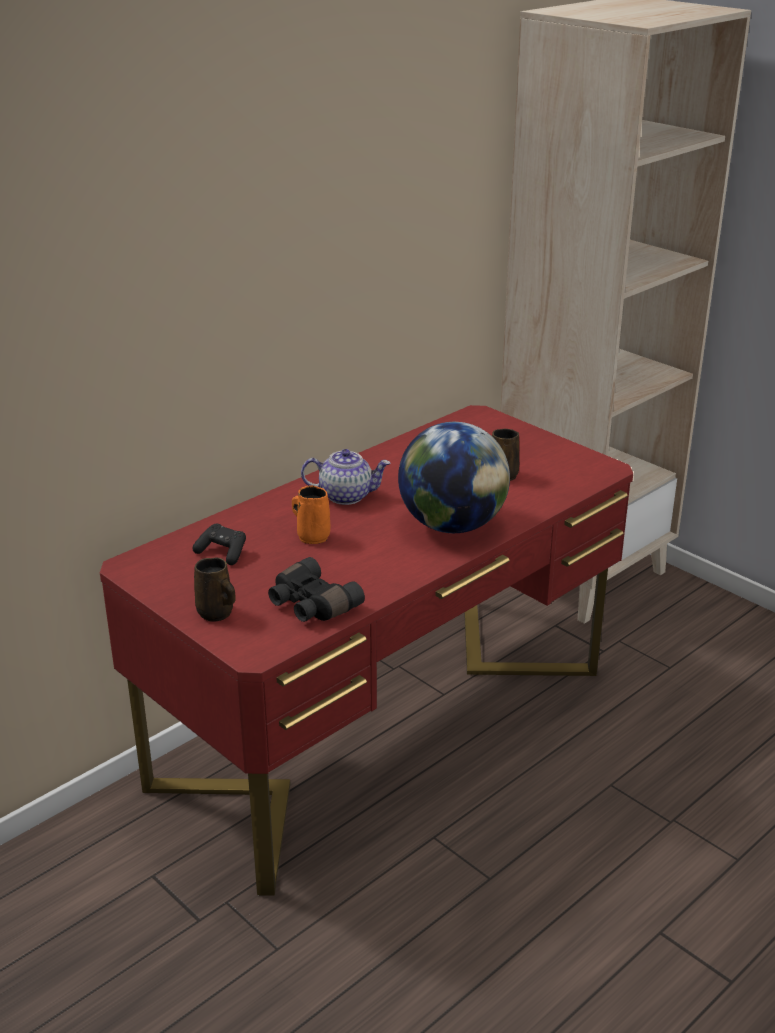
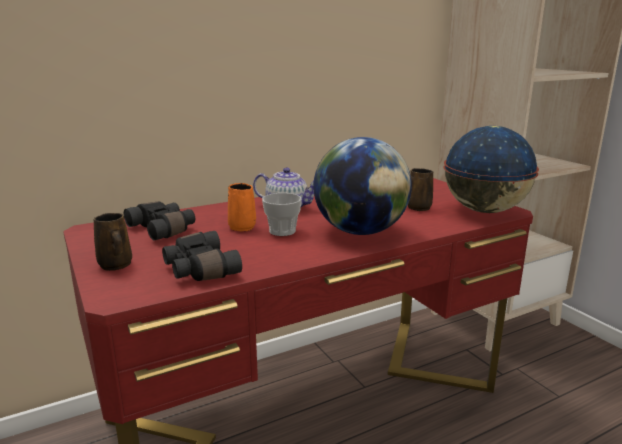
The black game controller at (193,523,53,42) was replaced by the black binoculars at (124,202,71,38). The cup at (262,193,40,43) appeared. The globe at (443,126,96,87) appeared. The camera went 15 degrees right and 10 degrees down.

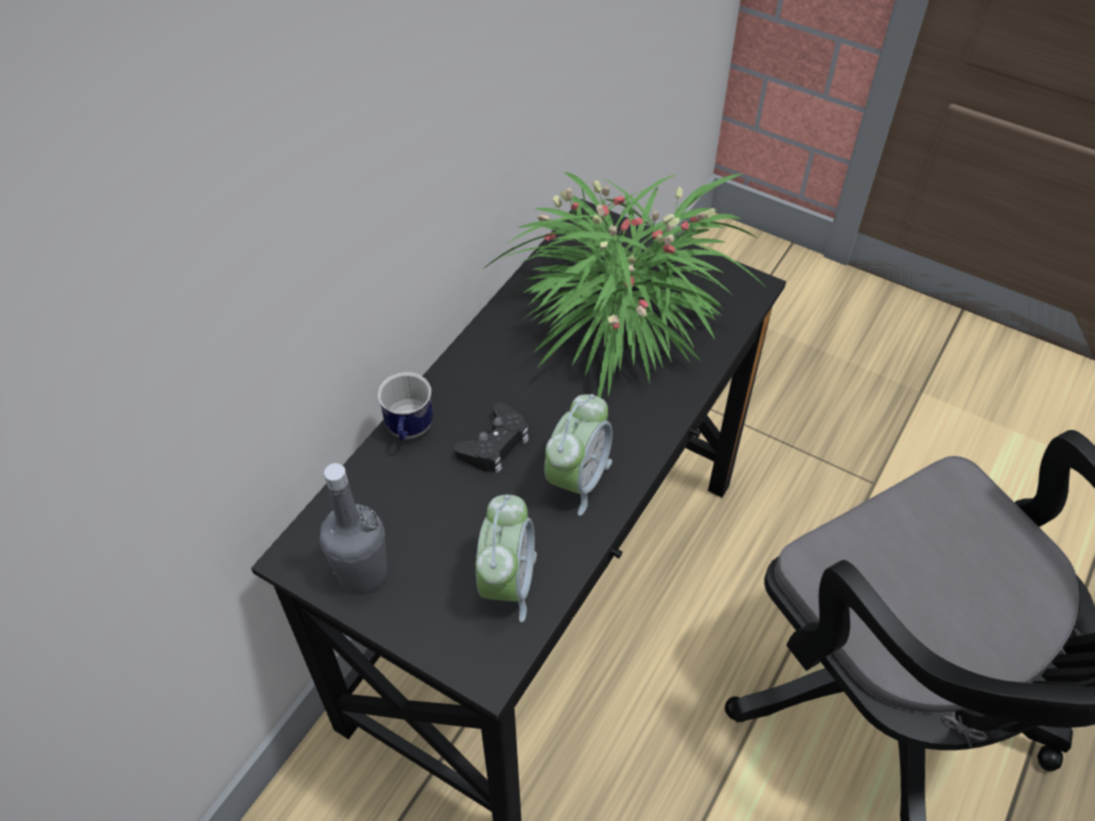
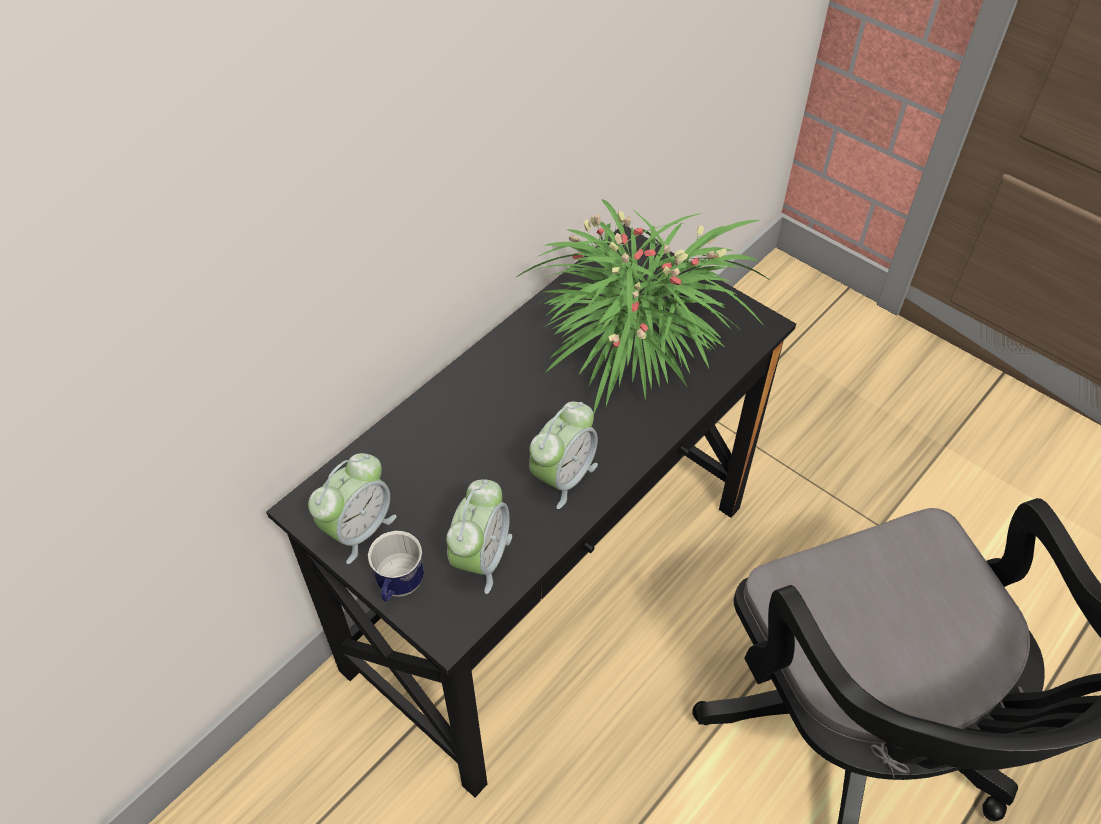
The grey bottle at (320,463,67,130) was replaced by the alarm clock at (308,453,89,111). The mug moved from (378,372,55,69) to (368,531,56,71). The black game controller at (454,402,75,71) disappeared. The camera went 10 degrees right and 0 degrees up.

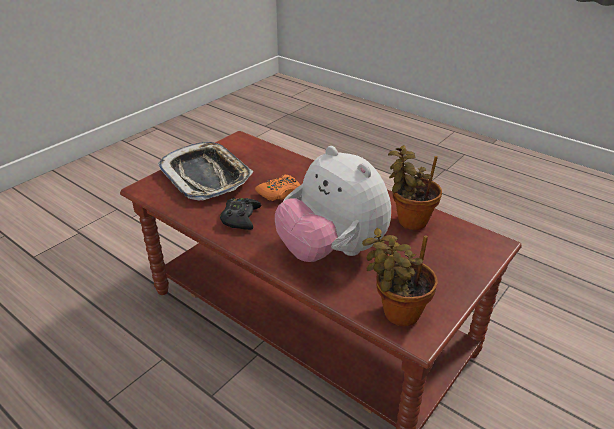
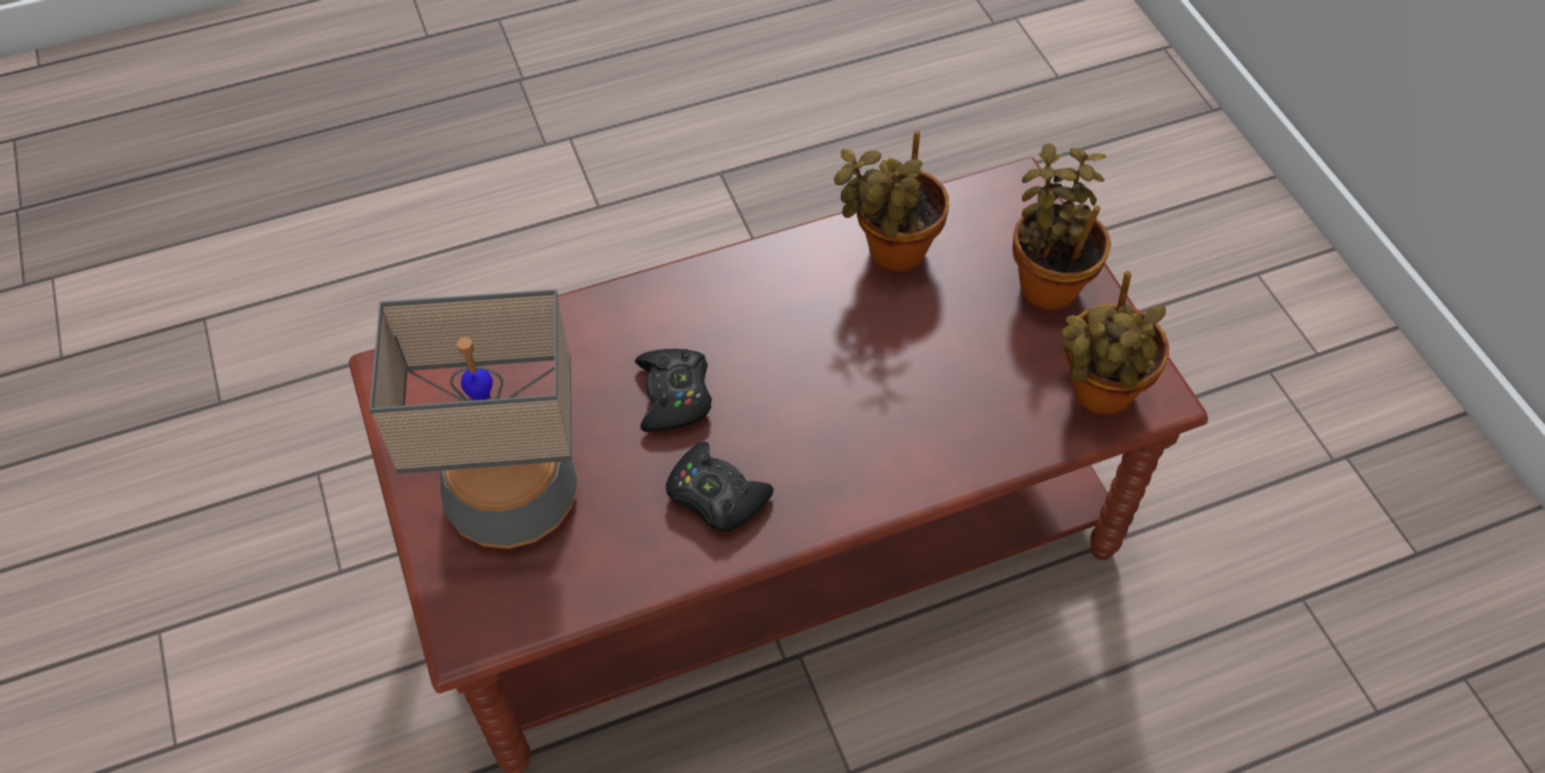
The tray at (158,142,96,59) was replaced by the table lamp at (370,289,207,260). The orange game controller at (255,175,45,26) became the black game controller at (635,349,77,83). The potted plant at (1012,143,99,167) appeared. The plush toy at (275,146,116,116) disappeared. The camera went 60 degrees left and 20 degrees up.

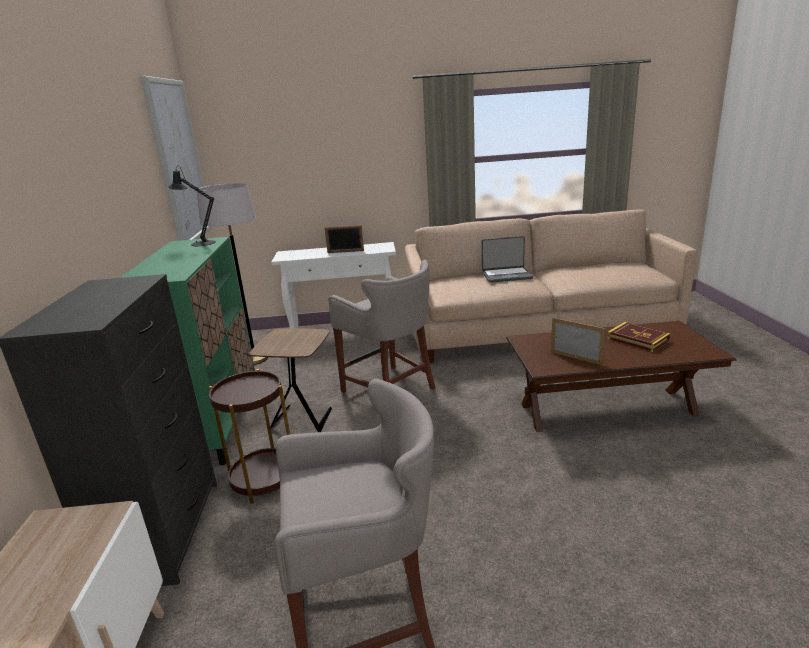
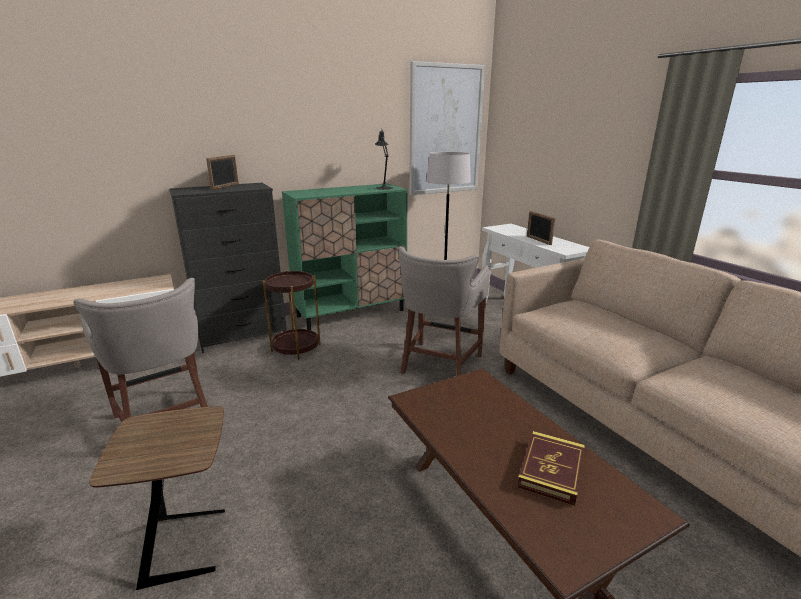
The brown side table moved from (249,328,83,104) to (89,406,136,184). The picture frame moved from (551,317,55,48) to (206,155,33,35). The laptop at (482,236,51,47) disappeared. The camera went 65 degrees right and 0 degrees up.

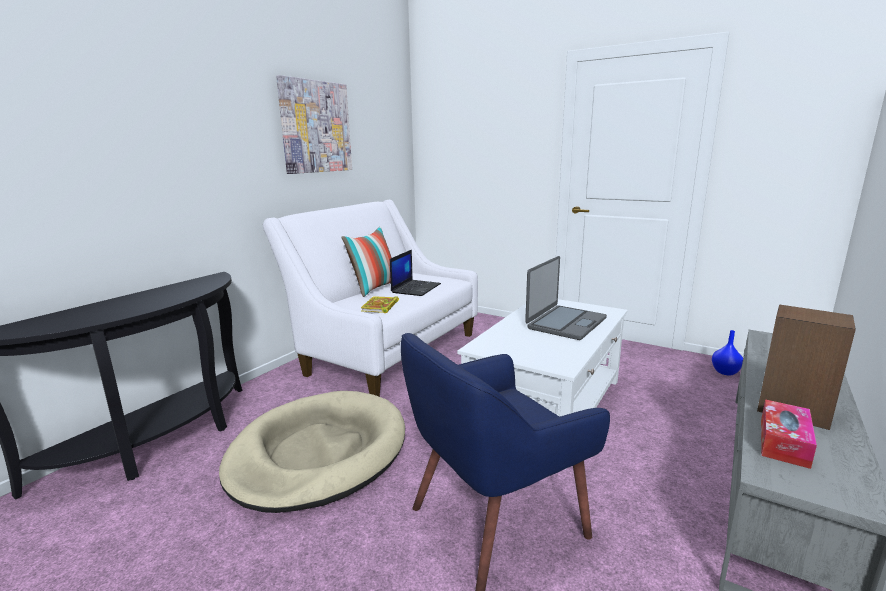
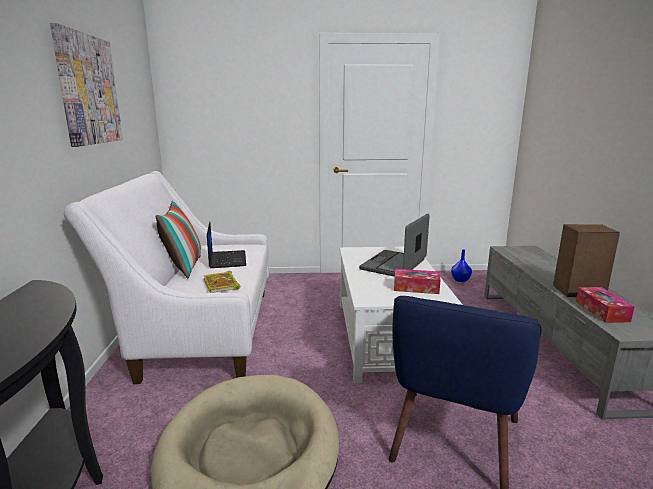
The laptop at (525,256,82,84) turned 150 degrees counterclockwise. The tissue box at (394,269,47,25) appeared. The camera went 35 degrees left and 0 degrees up.

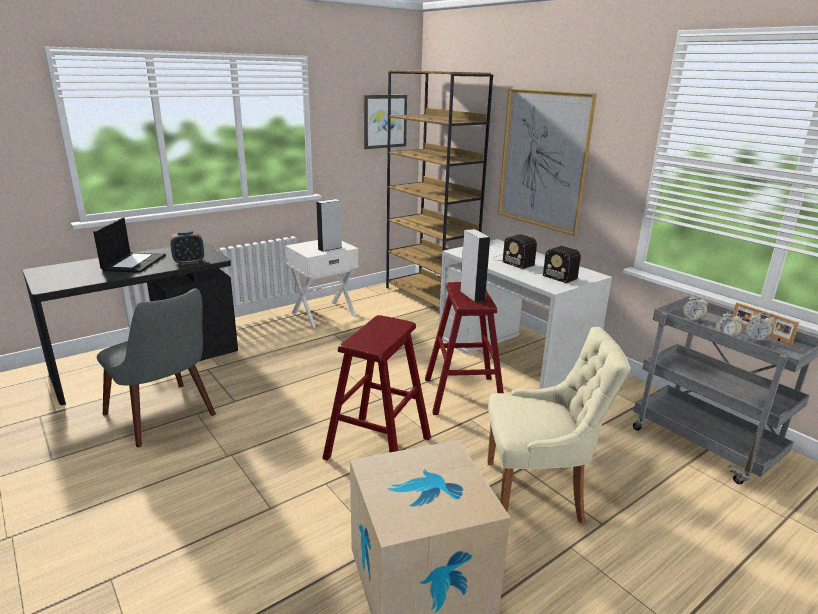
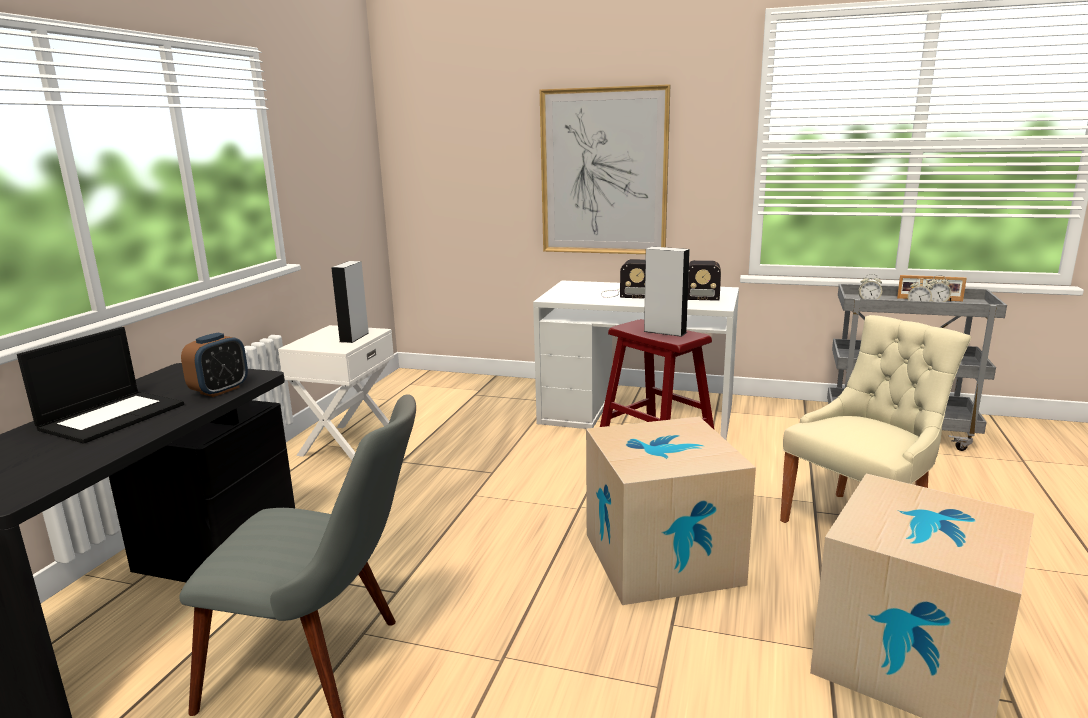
The laptop at (93,218,73,55) turned 60 degrees clockwise. The red stool at (322,315,109,146) was replaced by the cardboard box at (586,416,170,189). The picture at (364,95,43,54) disappeared. The brown bookcase at (386,70,107,241) disappeared. The camera went 35 degrees left and 5 degrees down.

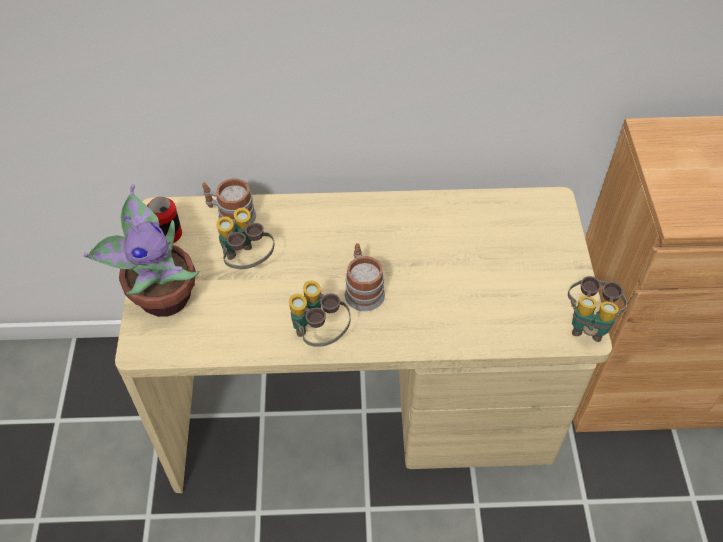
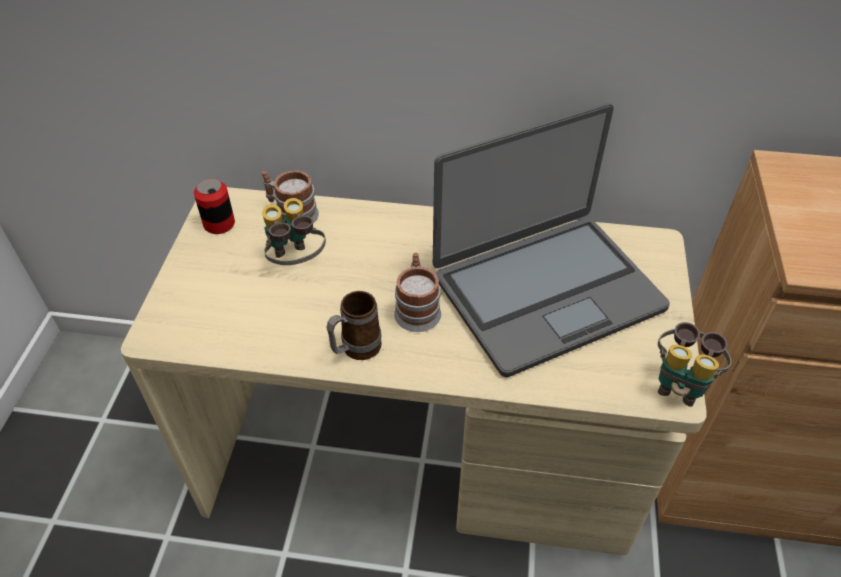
The binoculars at (289,280,62,67) was replaced by the mug at (326,291,55,69). The laptop at (433,103,237,274) appeared. The potted plant at (84,184,115,133) disappeared. The camera went 10 degrees right and 5 degrees down.

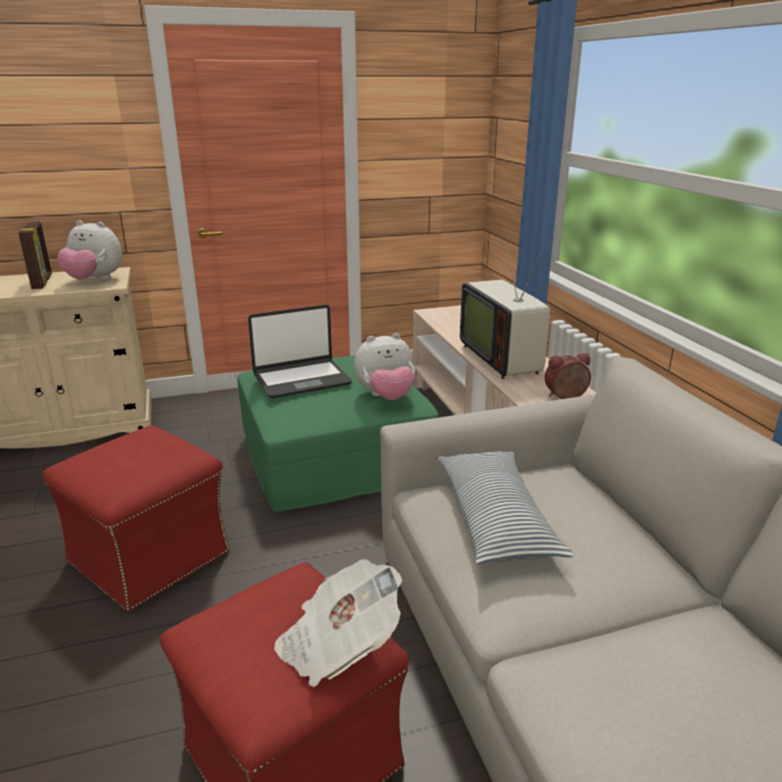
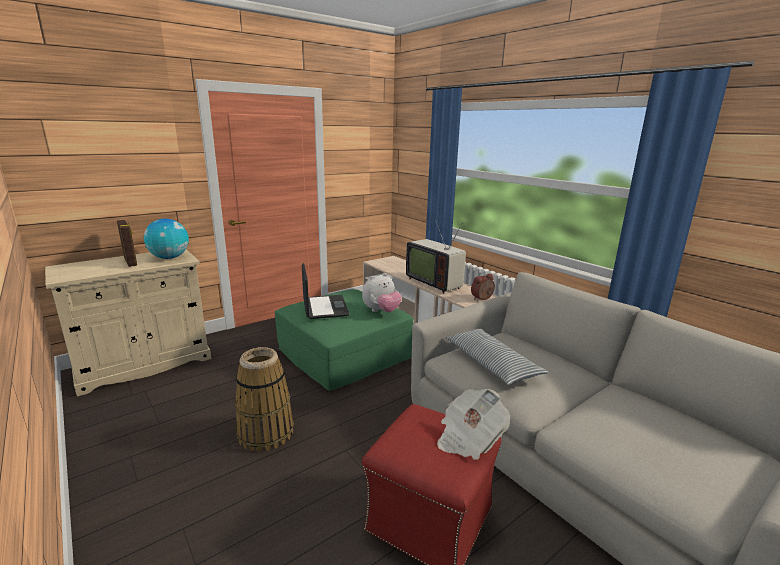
The plush toy at (57,220,65,60) was replaced by the globe at (144,219,45,40). The red ottoman at (42,426,188,186) was replaced by the basket at (235,347,59,105). The laptop at (248,305,104,93) turned 60 degrees counterclockwise. The camera went 20 degrees left and 5 degrees down.

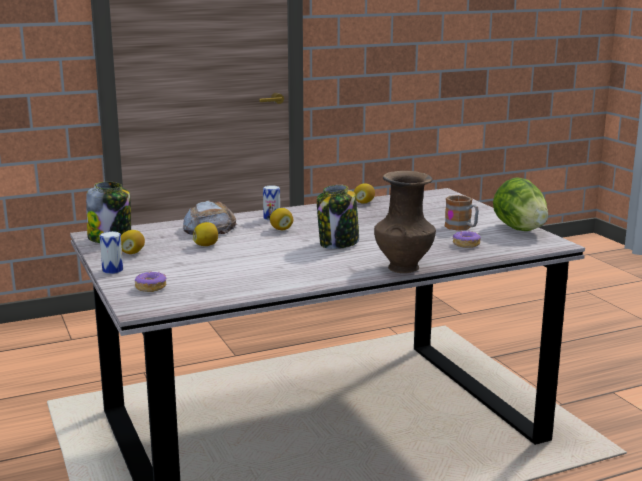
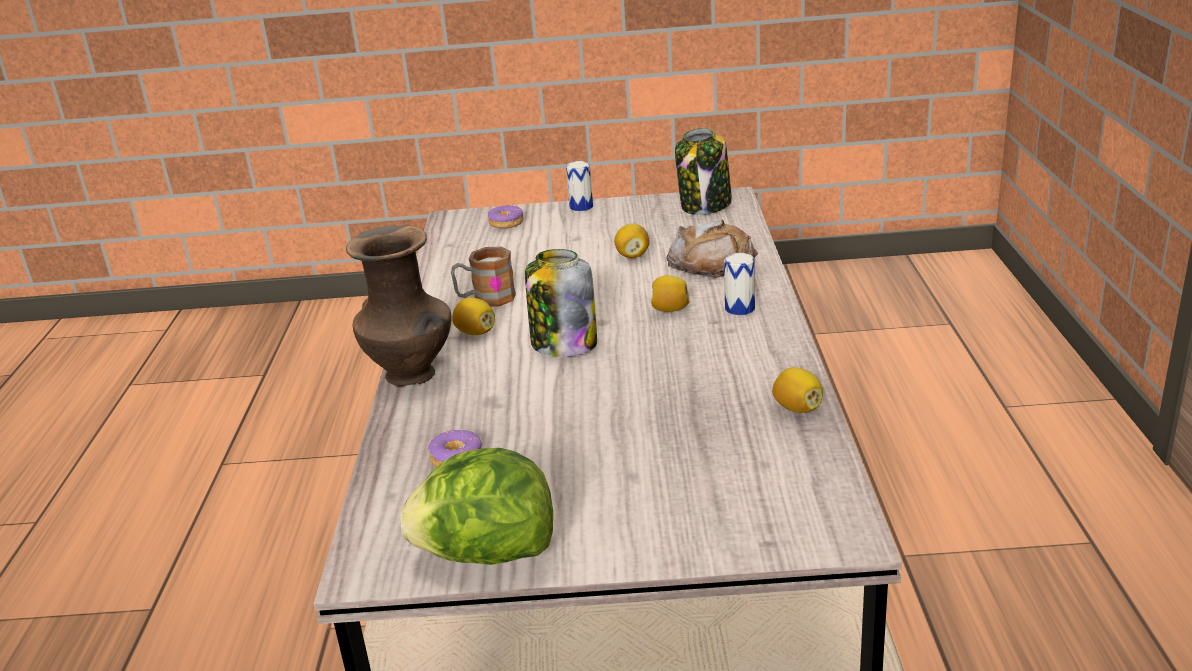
The mug moved from (445,195,34,36) to (451,247,65,60). The lemon moved from (121,230,24,24) to (452,298,43,37). The camera went 115 degrees right and 10 degrees up.

